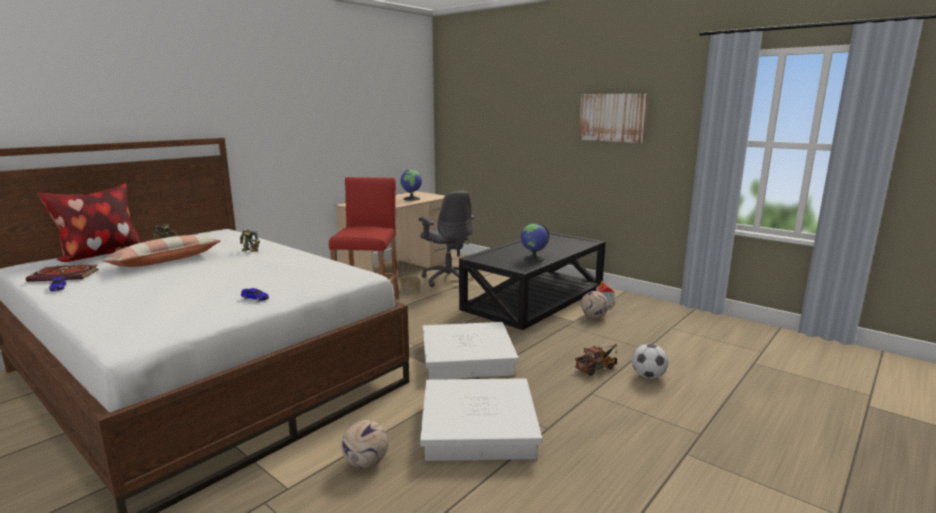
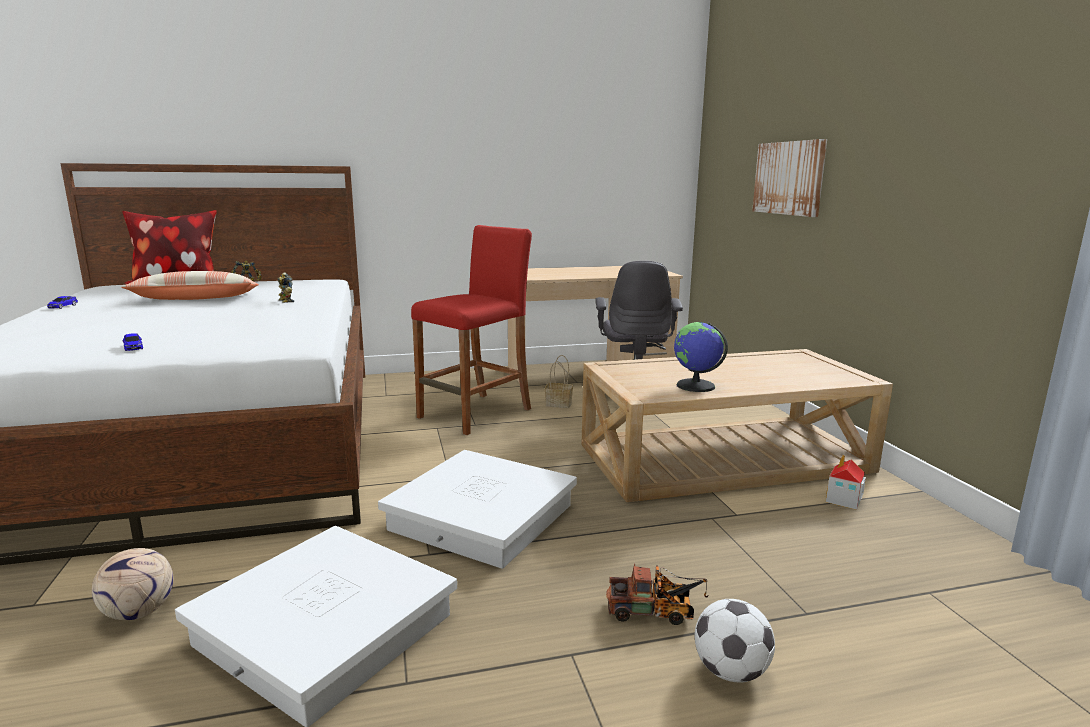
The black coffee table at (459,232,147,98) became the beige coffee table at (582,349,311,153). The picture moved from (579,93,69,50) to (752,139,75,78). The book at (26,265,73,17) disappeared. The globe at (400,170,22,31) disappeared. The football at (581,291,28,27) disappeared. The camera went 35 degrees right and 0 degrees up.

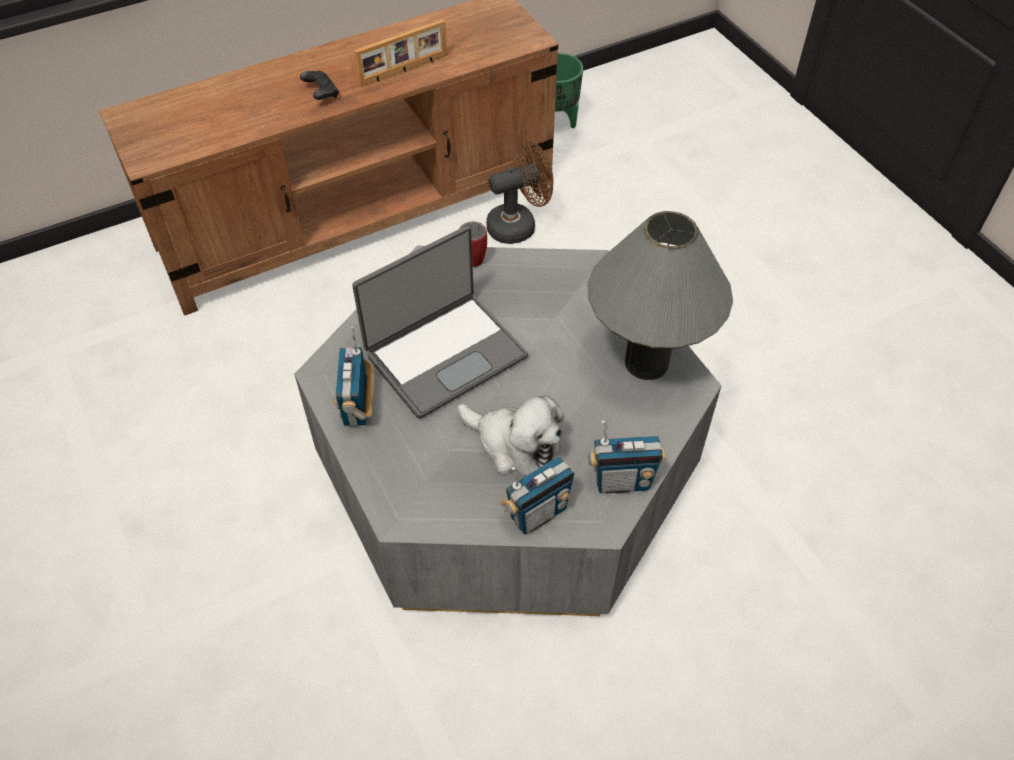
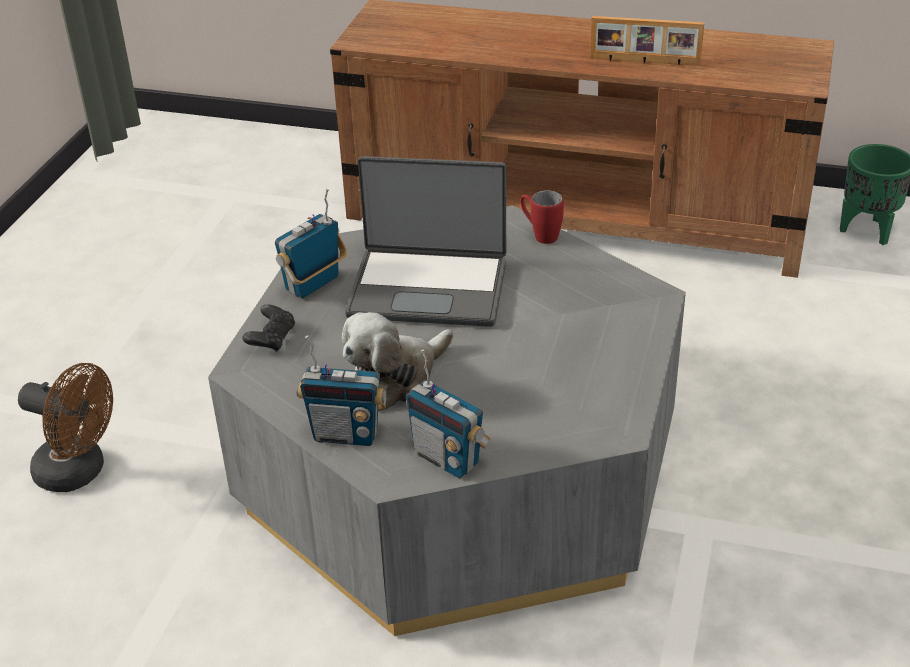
The brown fan moved from (486,141,67,103) to (18,363,95,129). The black game controller moved from (300,71,39,29) to (242,304,53,48). The plush toy at (458,395,106,80) turned 60 degrees clockwise. The grey table lamp at (587,211,146,169) disappeared. The camera went 45 degrees right and 15 degrees down.

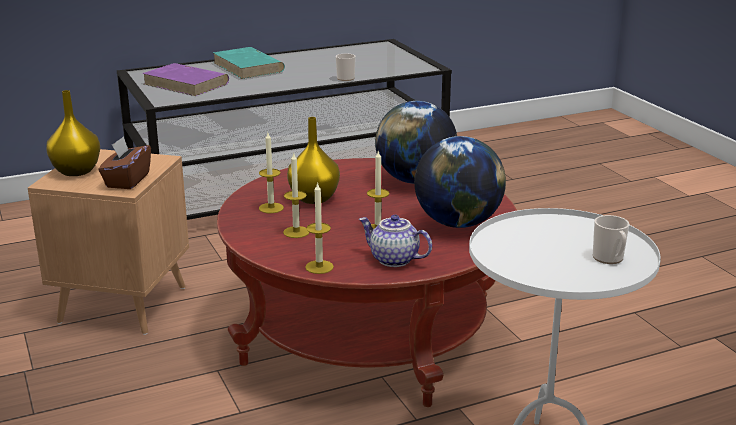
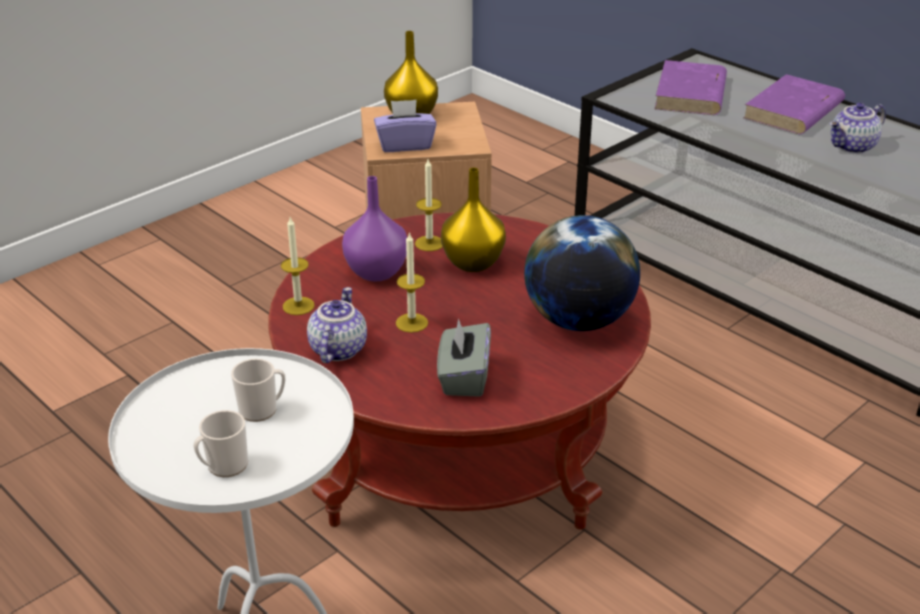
The mug moved from (336,54,20,27) to (231,359,54,63). The candle at (283,153,26,85) was replaced by the purple vase at (342,176,65,105). The brown tissue box at (98,136,53,53) became the purple tissue box at (374,100,63,52). The globe at (414,136,92,92) was replaced by the grey tissue box at (437,318,54,79). The turquoise book at (213,47,72,32) became the purple book at (743,74,102,60). The teapot at (830,103,56,51) appeared. The camera went 70 degrees right and 10 degrees up.

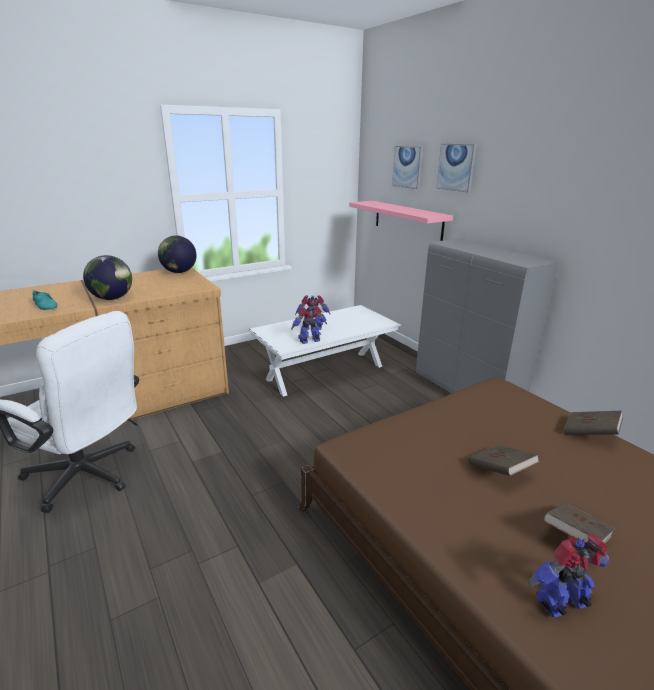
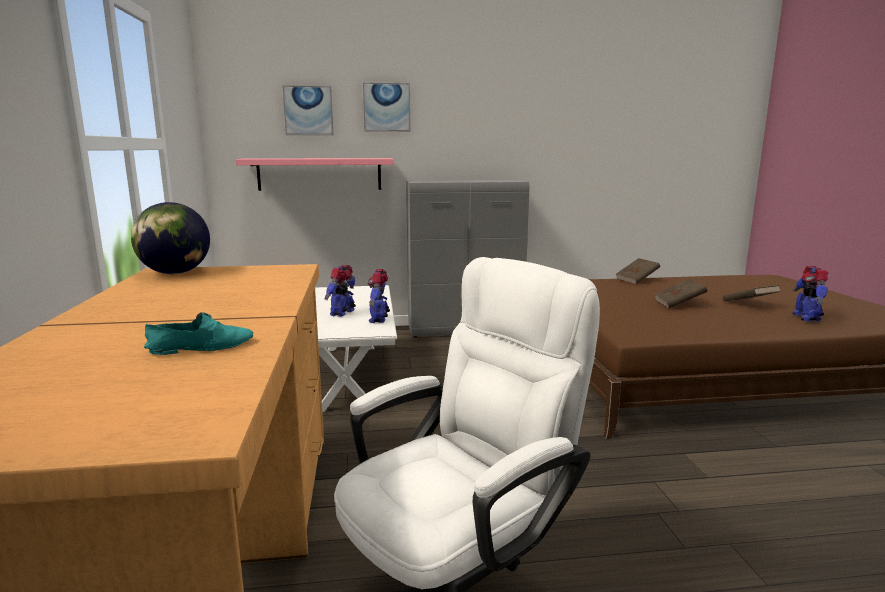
The globe at (83,255,49,45) disappeared. The camera went 65 degrees left and 10 degrees down.

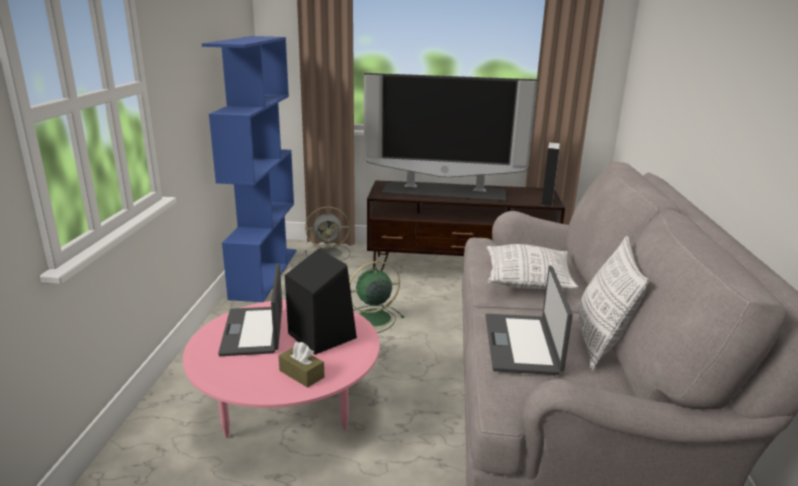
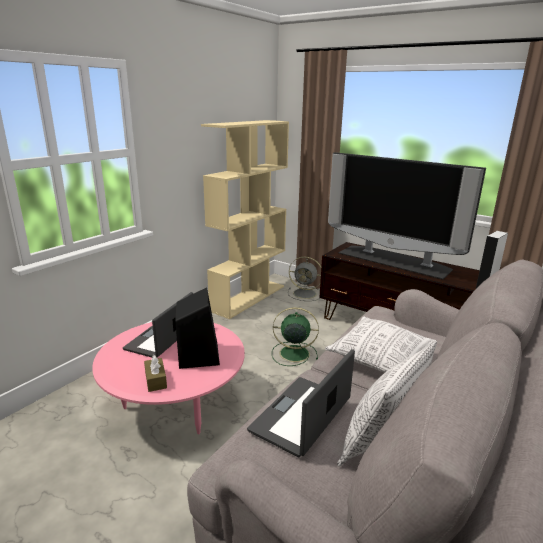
The blue bookcase at (202,36,94,266) became the beige bookcase at (201,120,88,199). The camera went 30 degrees right and 0 degrees up.

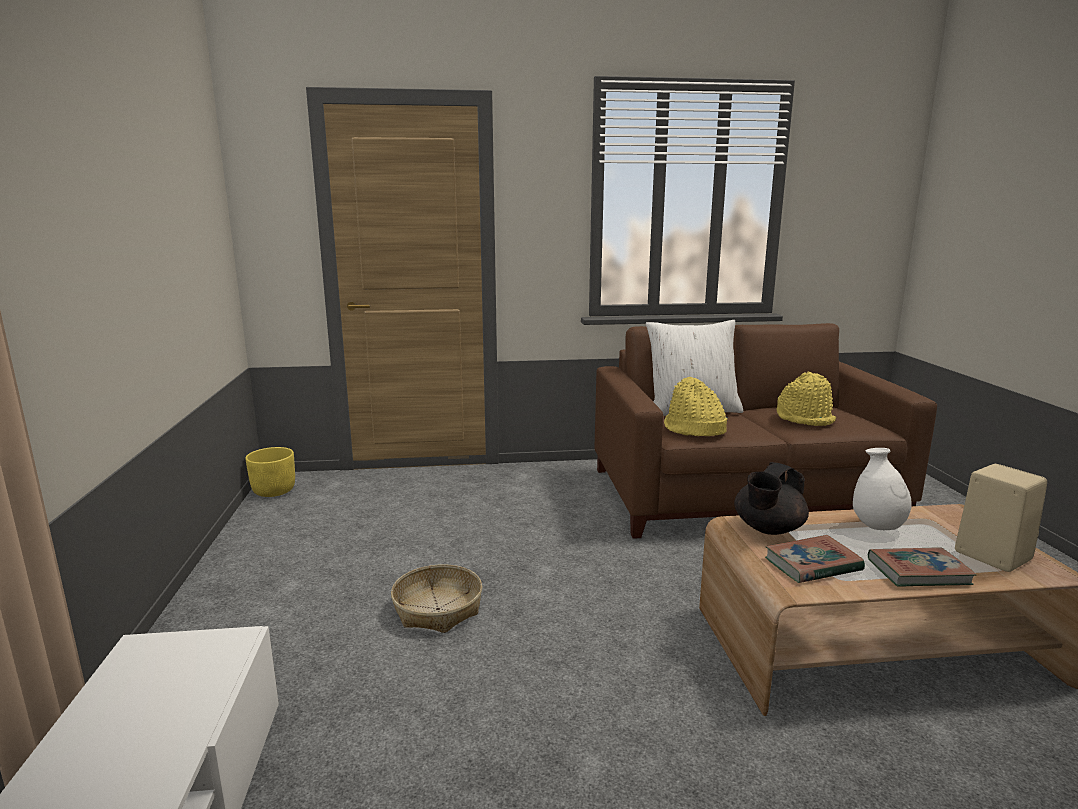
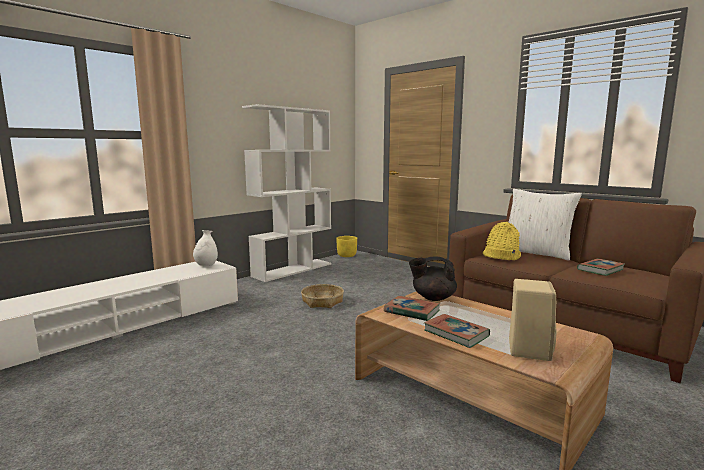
The white vase moved from (853,448,59,82) to (193,230,25,36). The white bookcase at (242,104,90,178) appeared. The yellow hat at (776,372,60,54) was replaced by the book at (577,259,48,17). The camera went 50 degrees right and 5 degrees down.

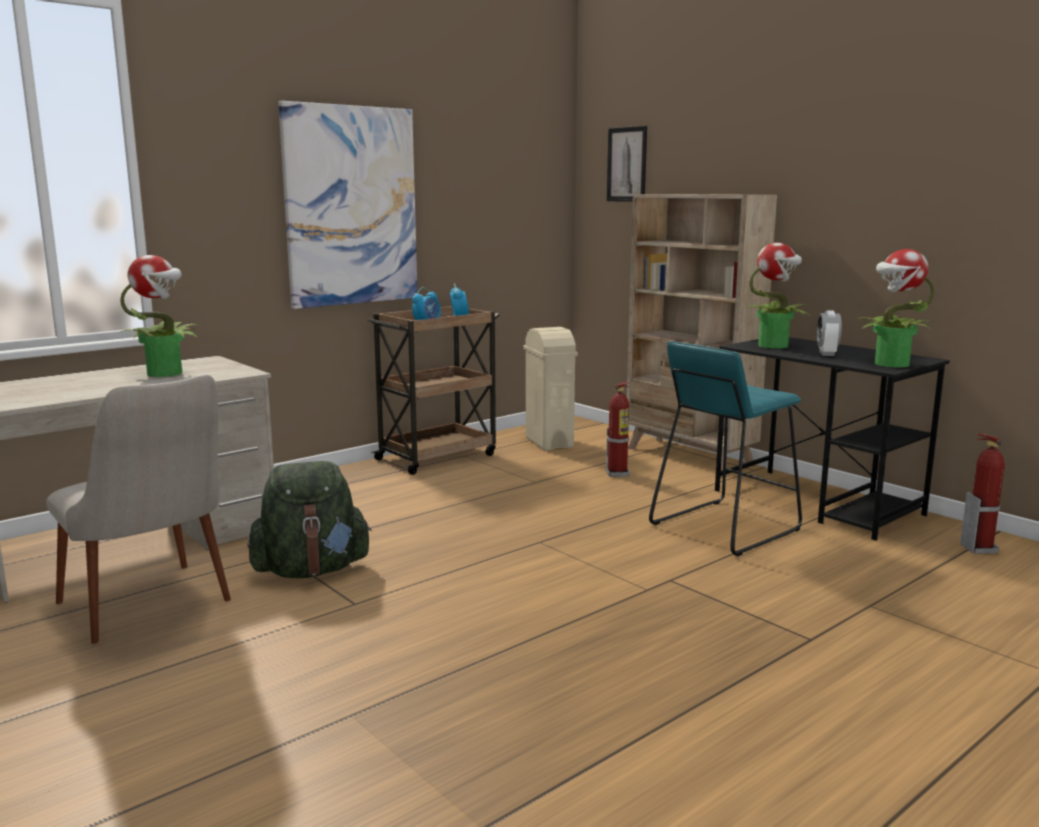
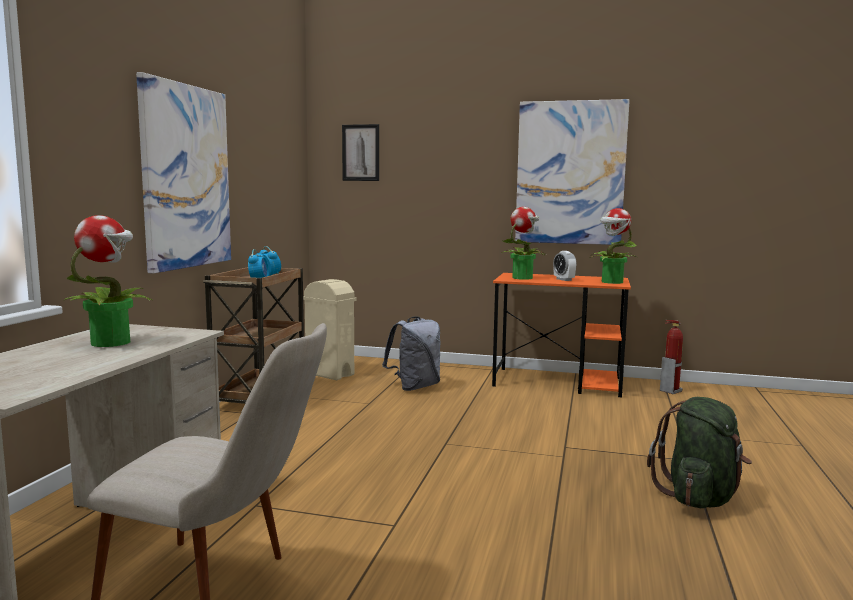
The fire extinguisher at (605,382,25,95) was replaced by the grey backpack at (382,316,58,75). The black desk at (715,337,235,204) became the orange desk at (492,273,139,125). The picture at (515,99,115,146) appeared. The green backpack moved from (247,461,125,117) to (647,397,105,111). The beige bookcase at (627,194,150,277) disappeared. The turquoise stool at (649,341,153,215) disappeared. The camera went 35 degrees left and 5 degrees down.

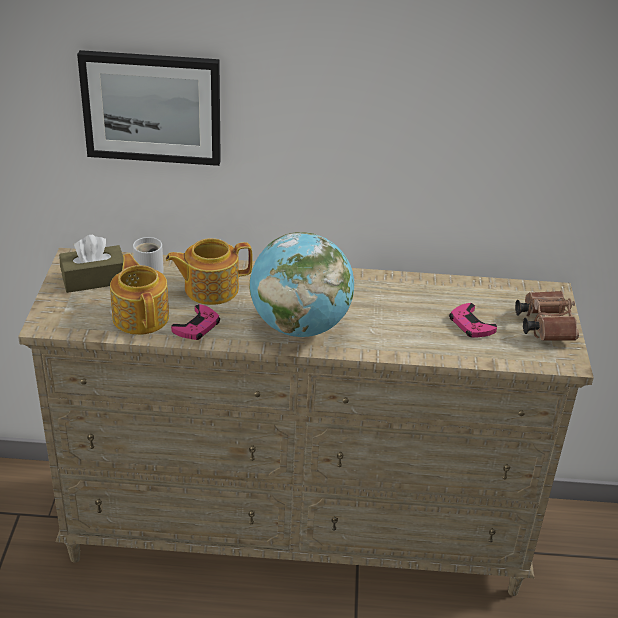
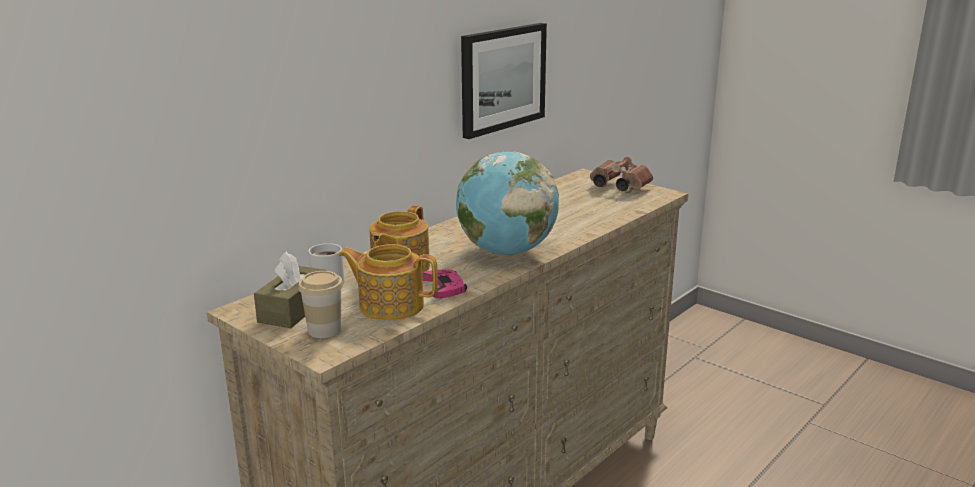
The cup at (298,271,45,67) appeared. The picture moved from (77,50,144,116) to (461,23,86,116). The pink game controller at (449,303,48,35) disappeared. The camera went 50 degrees left and 15 degrees down.

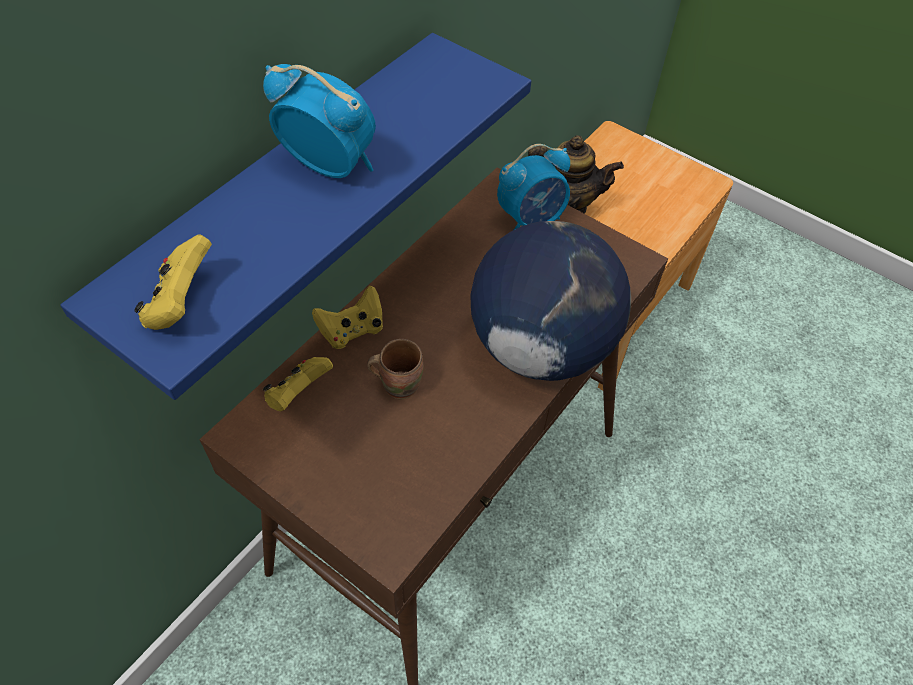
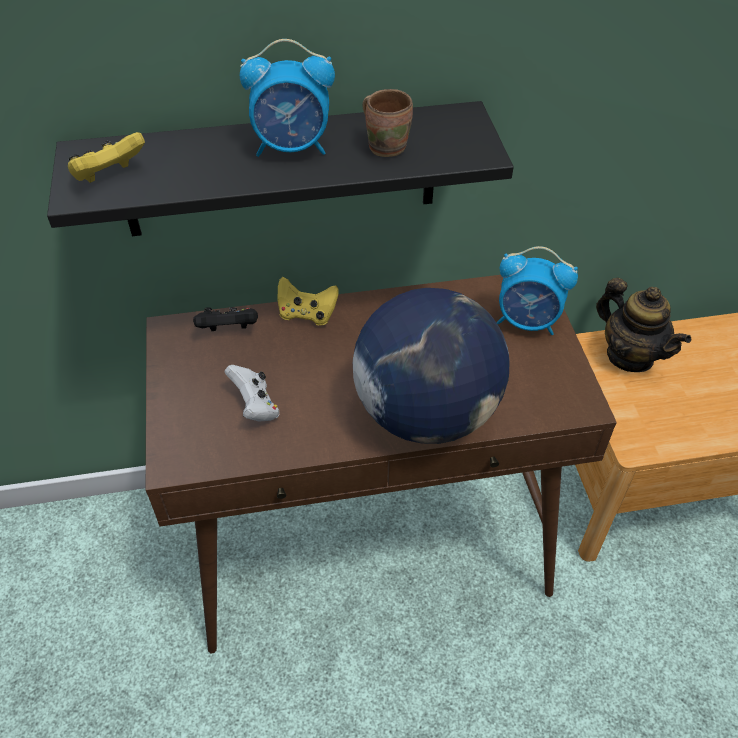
The blue shelf at (60,33,471,367) became the black shelf at (47,101,467,135). The yellow game controller at (263,357,70,54) became the black game controller at (193,307,65,24). The white game controller at (224,365,55,57) appeared. The alarm clock at (263,64,113,114) turned 105 degrees clockwise. The brown mug moved from (367,339,56,61) to (363,89,50,68). The camera went 45 degrees right and 5 degrees down.

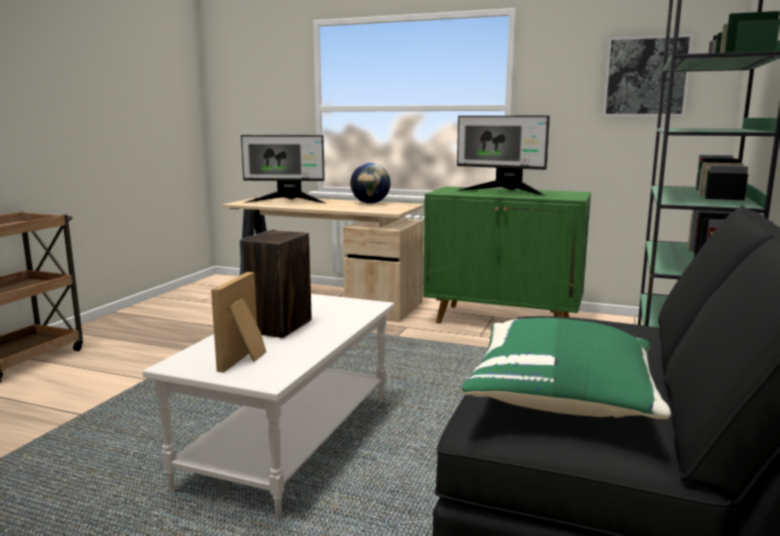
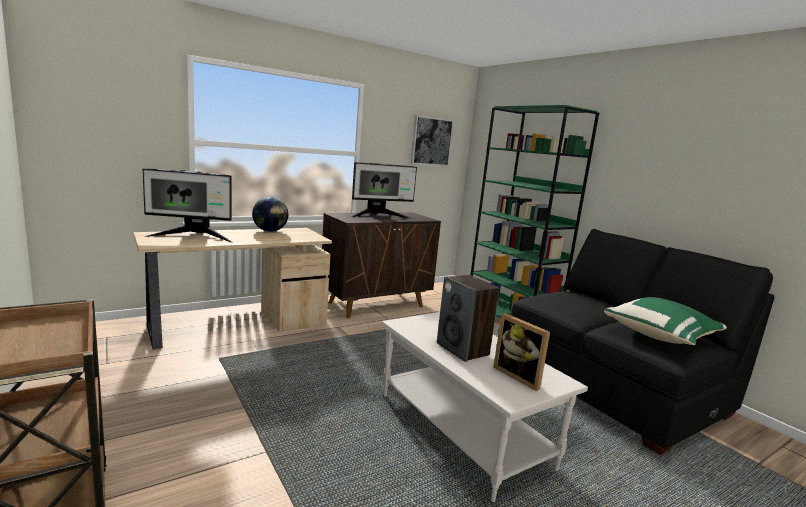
The monitor at (241,135,84,68) turned 45 degrees clockwise. The green cabinet at (423,186,168,138) became the brown cabinet at (322,212,119,106). The camera went 55 degrees left and 0 degrees up.

